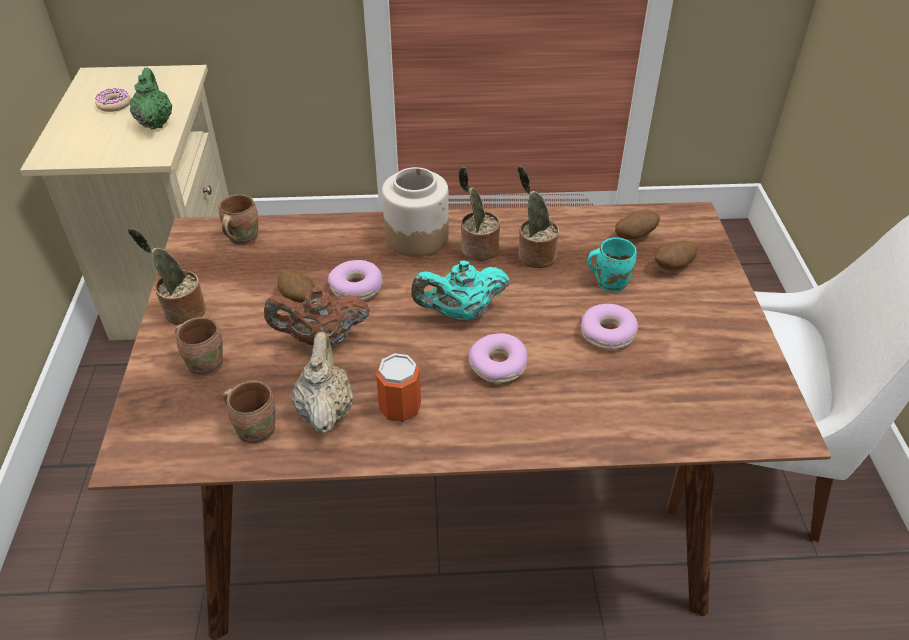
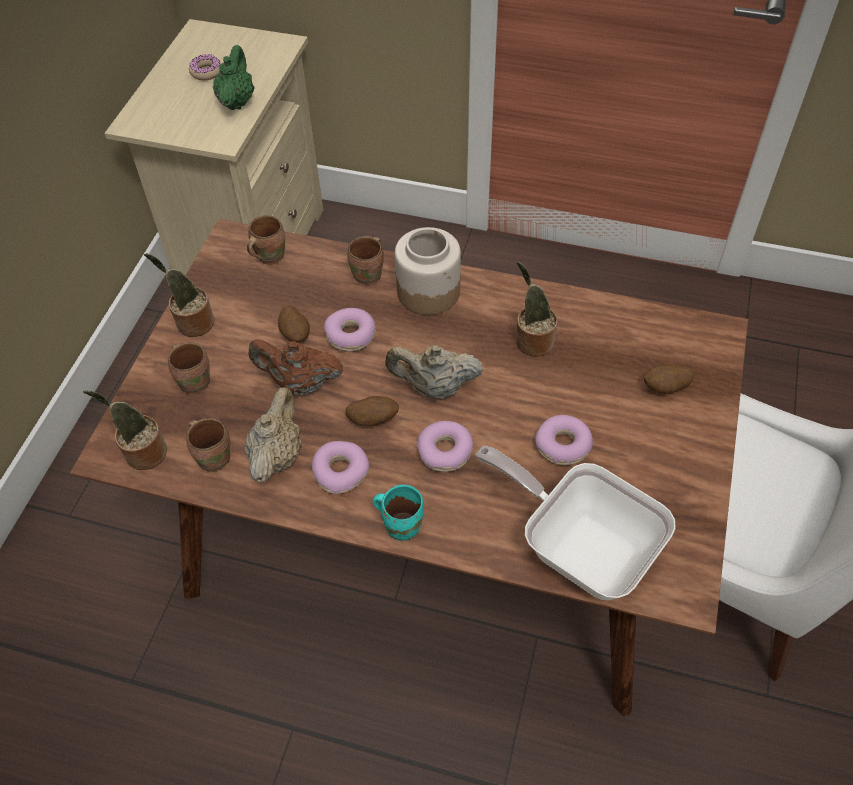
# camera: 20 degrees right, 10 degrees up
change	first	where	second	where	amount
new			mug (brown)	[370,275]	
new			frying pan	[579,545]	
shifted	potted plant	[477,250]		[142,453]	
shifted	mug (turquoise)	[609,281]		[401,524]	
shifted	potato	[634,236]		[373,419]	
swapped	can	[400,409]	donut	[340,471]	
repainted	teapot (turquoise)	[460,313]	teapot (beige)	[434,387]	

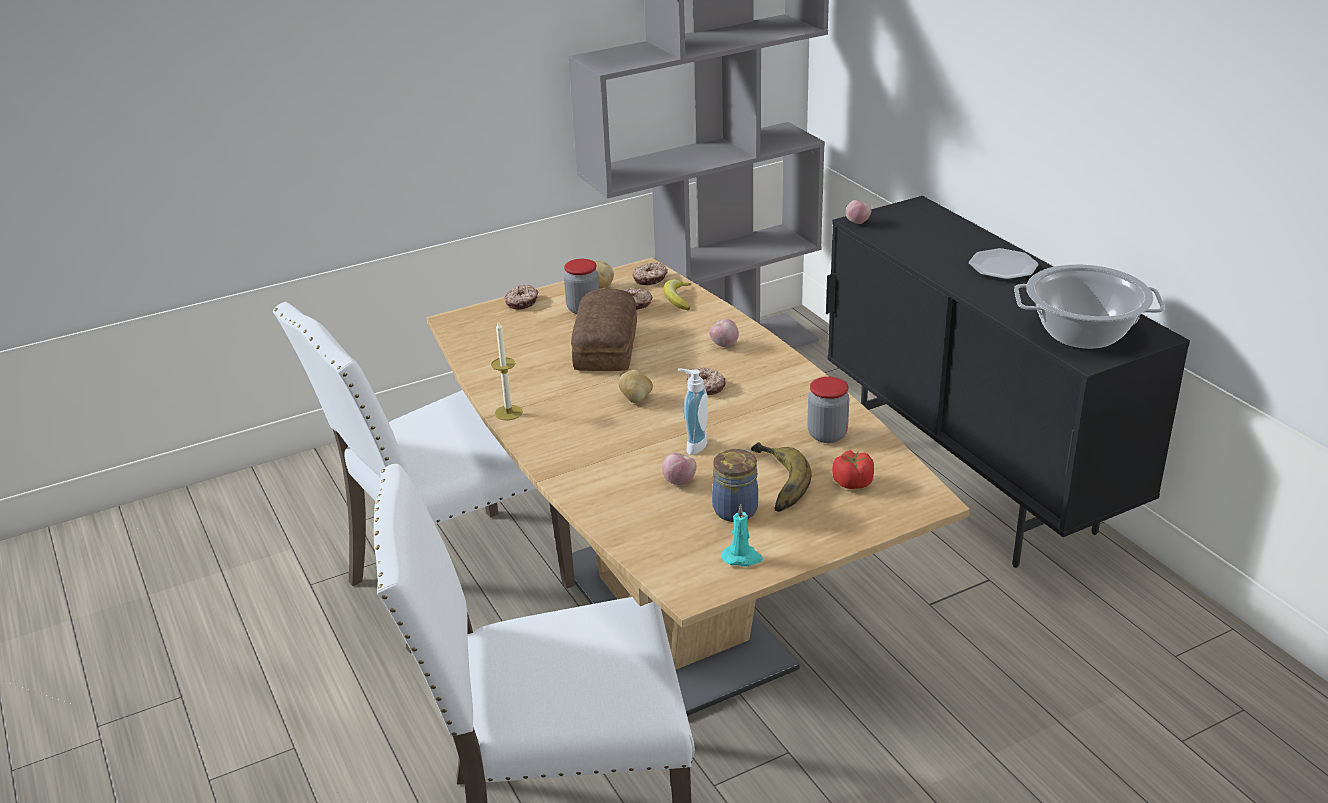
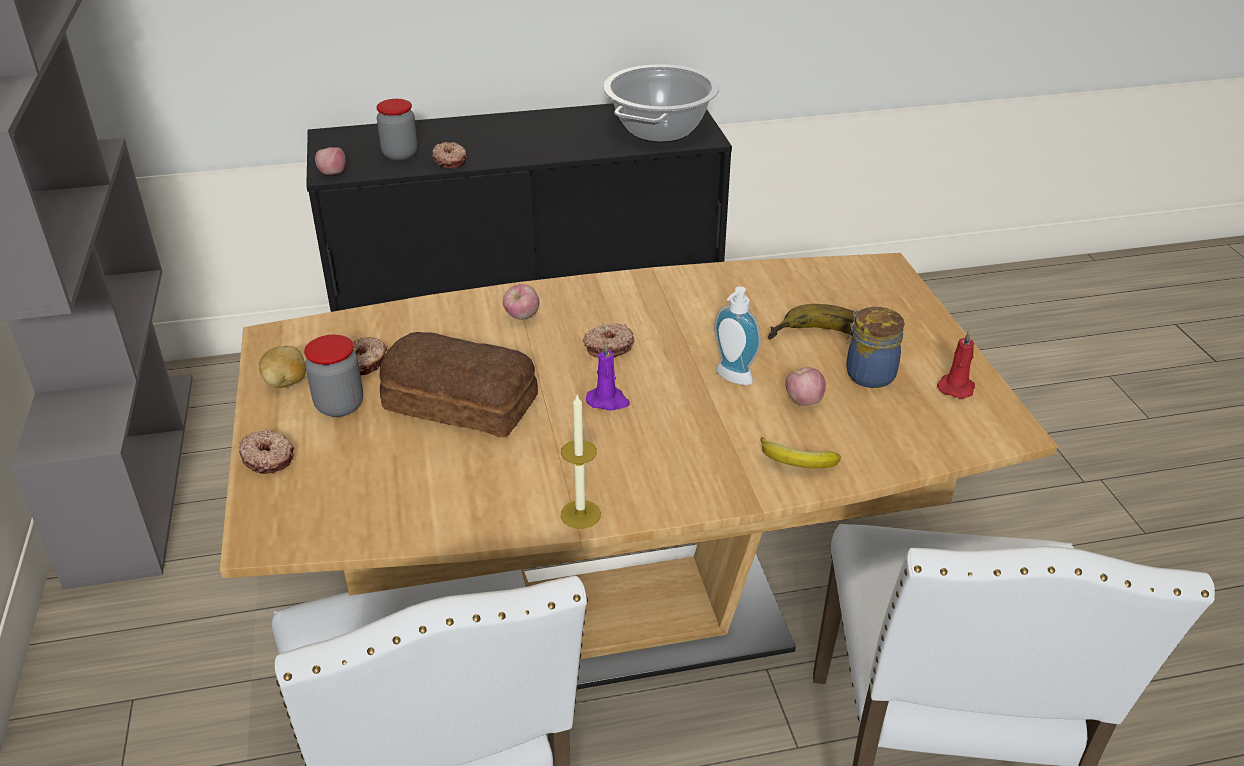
# camera: 75 degrees left, 5 degrees up
change	first	where	second	where	amount
gone	tomato	[852,483]			
gone	plate	[1002,267]			
shifted	donut	[650,279]		[450,161]	
shifted	banana	[677,298]		[797,462]	
shifted	jar	[827,435]		[400,154]	
swapped	potato	[636,399]	candle (purple)	[608,401]	
repainted	candle (turquoise)	[742,557]	candle (red)	[956,387]	

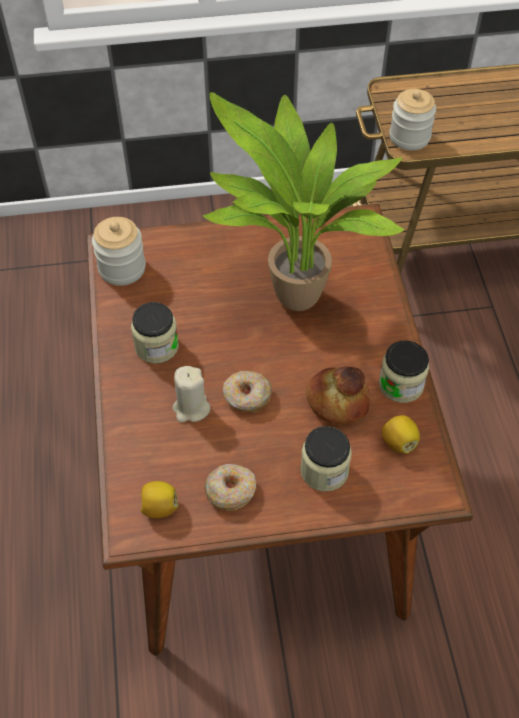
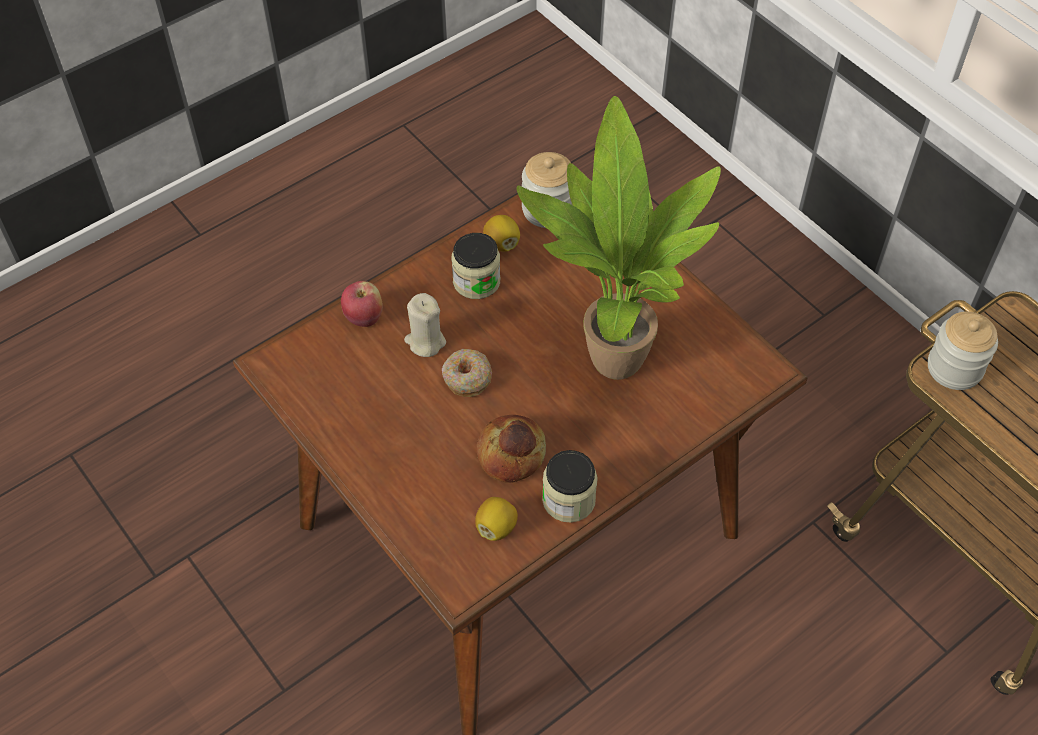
# camera: 60 degrees right, 0 degrees up
change	first	where	second	where	amount
gone	donut	[230,491]			
gone	jar	[324,470]			
new			apple	[364,317]	
shifted	lemon	[159,507]		[502,243]	

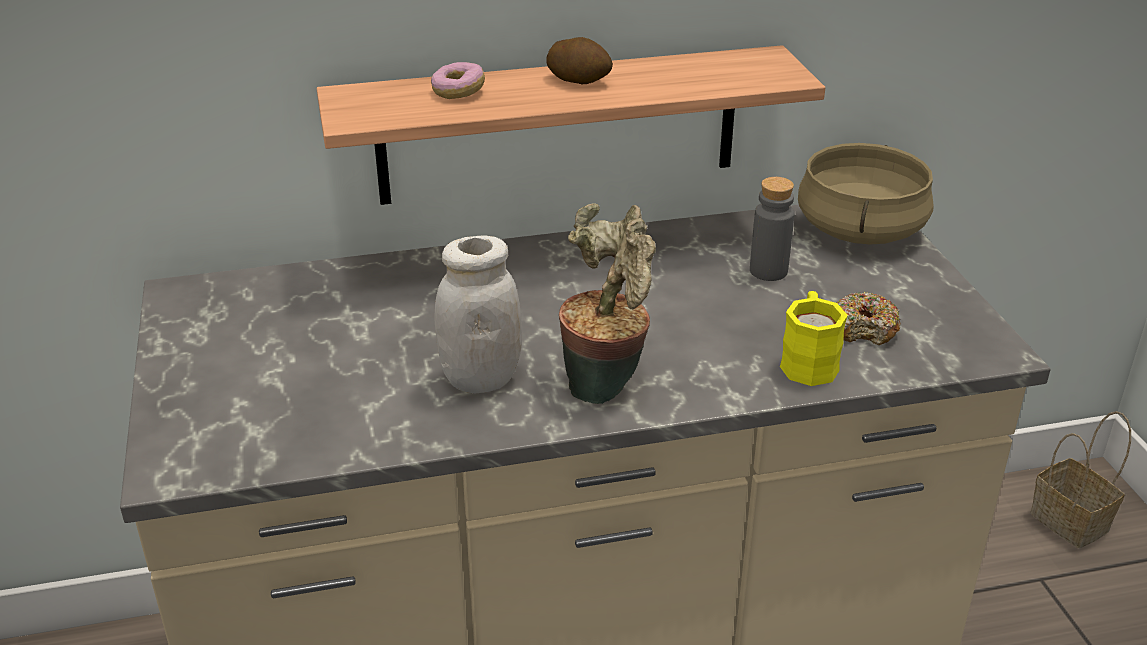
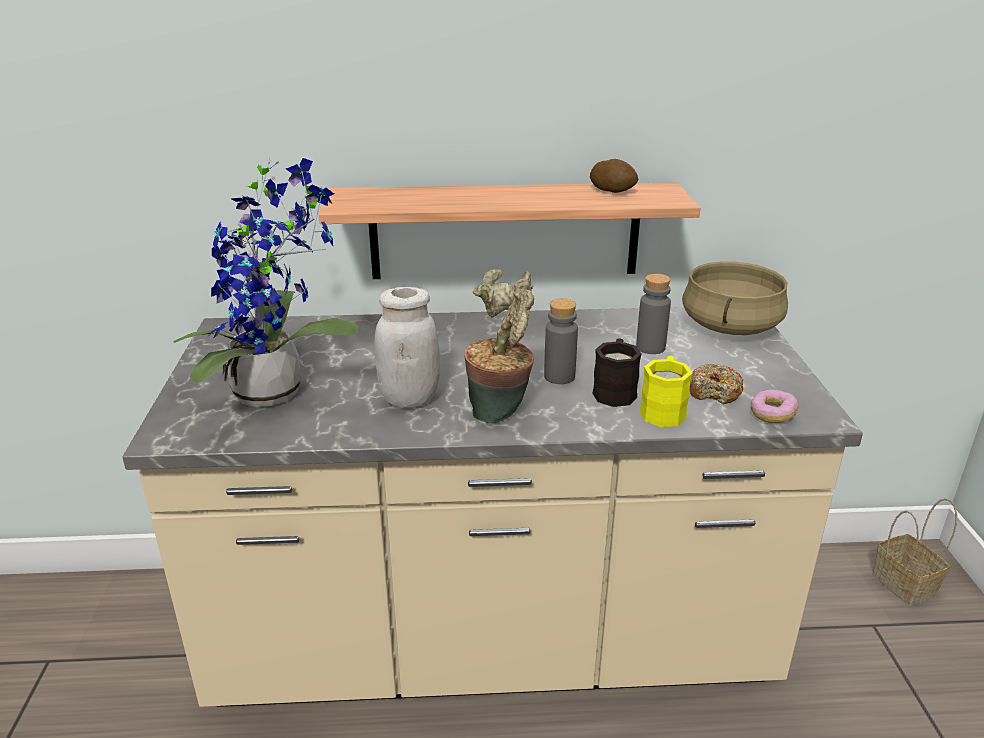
# camera: 10 degrees right, 5 degrees down
change	first	where	second	where	amount
new			potted plant	[278,392]	
new			bottle (grey)	[559,376]	
new			mug (black)	[615,390]	
shifted	donut	[458,92]		[772,415]	
shifted	potato	[579,80]		[613,191]	

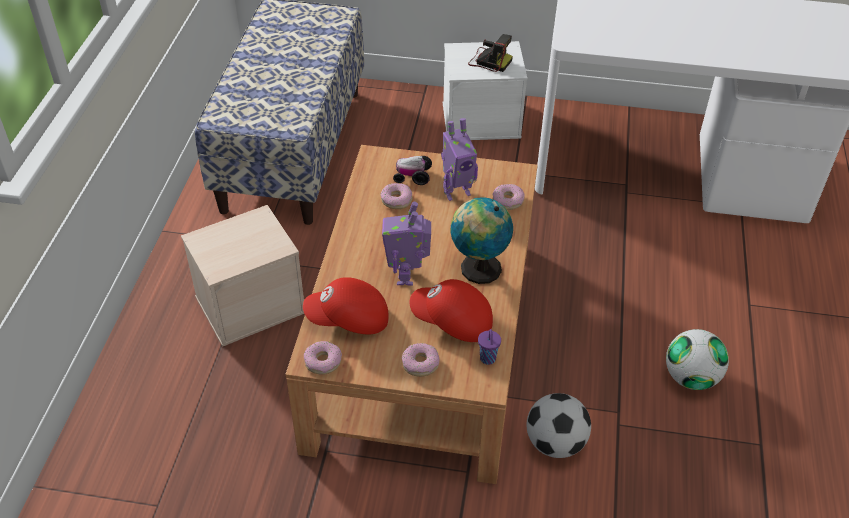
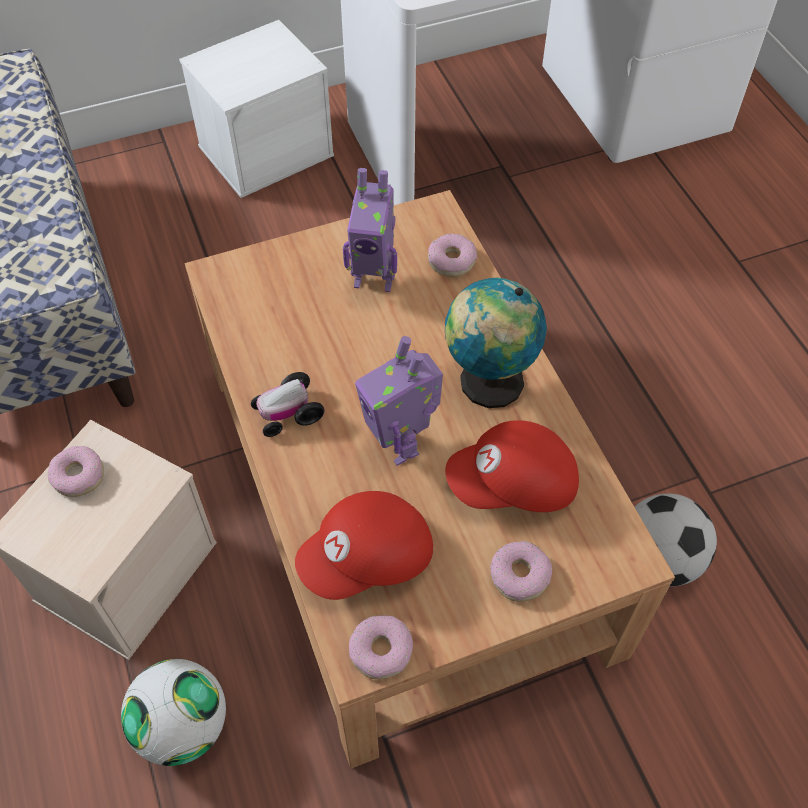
# camera: 30 degrees left, 10 degrees up
change	first	where	second	where	amount
gone	photo camera	[489,61]			
gone	cup (purple)	[488,359]			
shifted	donut	[396,200]		[78,476]	
shifted	toy car	[412,176]		[288,413]	
shifted	football	[690,377]		[183,726]	
rotated	toy robot	[456,192]		[374,279]	60 degrees clockwise

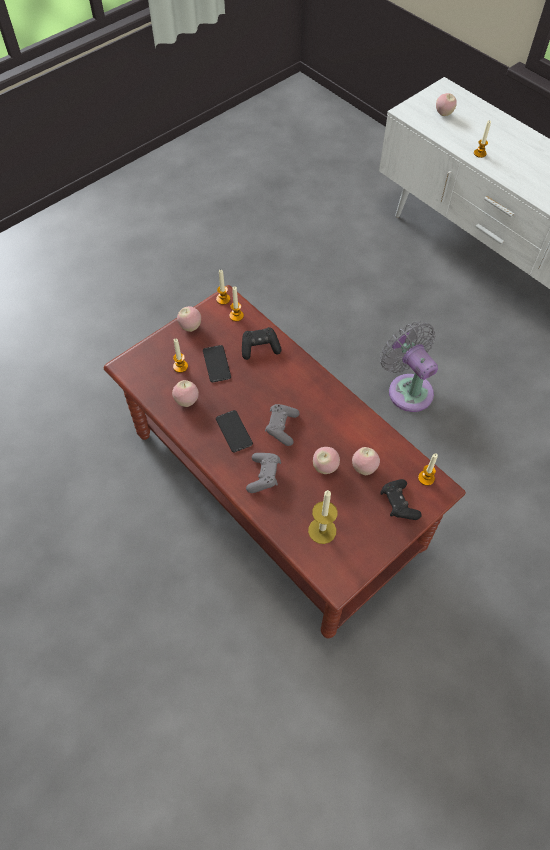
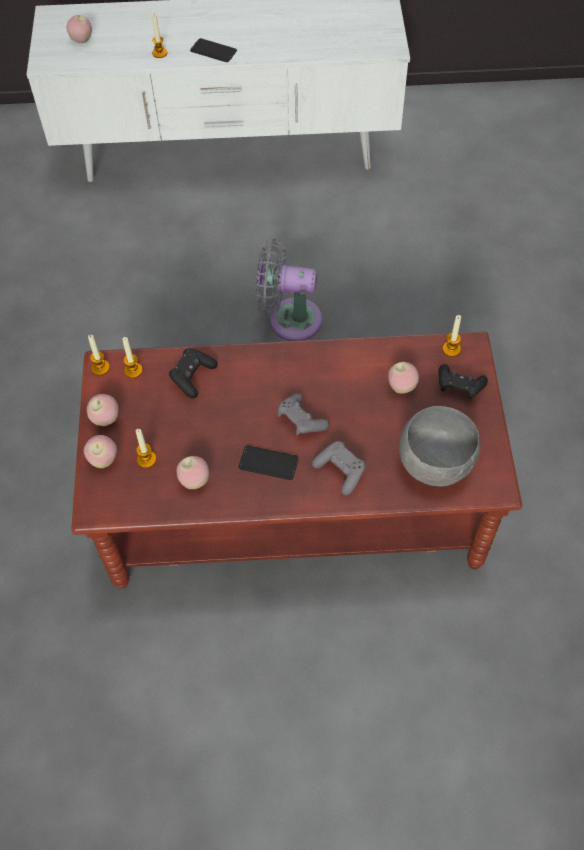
# camera: 50 degrees left, 0 degrees up
change	first	where	second	where	amount
shifted	phone	[216,364]		[213,51]	
shifted	apple	[325,467]		[103,460]	
swapped	candle	[322,530]	bowl (grey)	[436,463]	

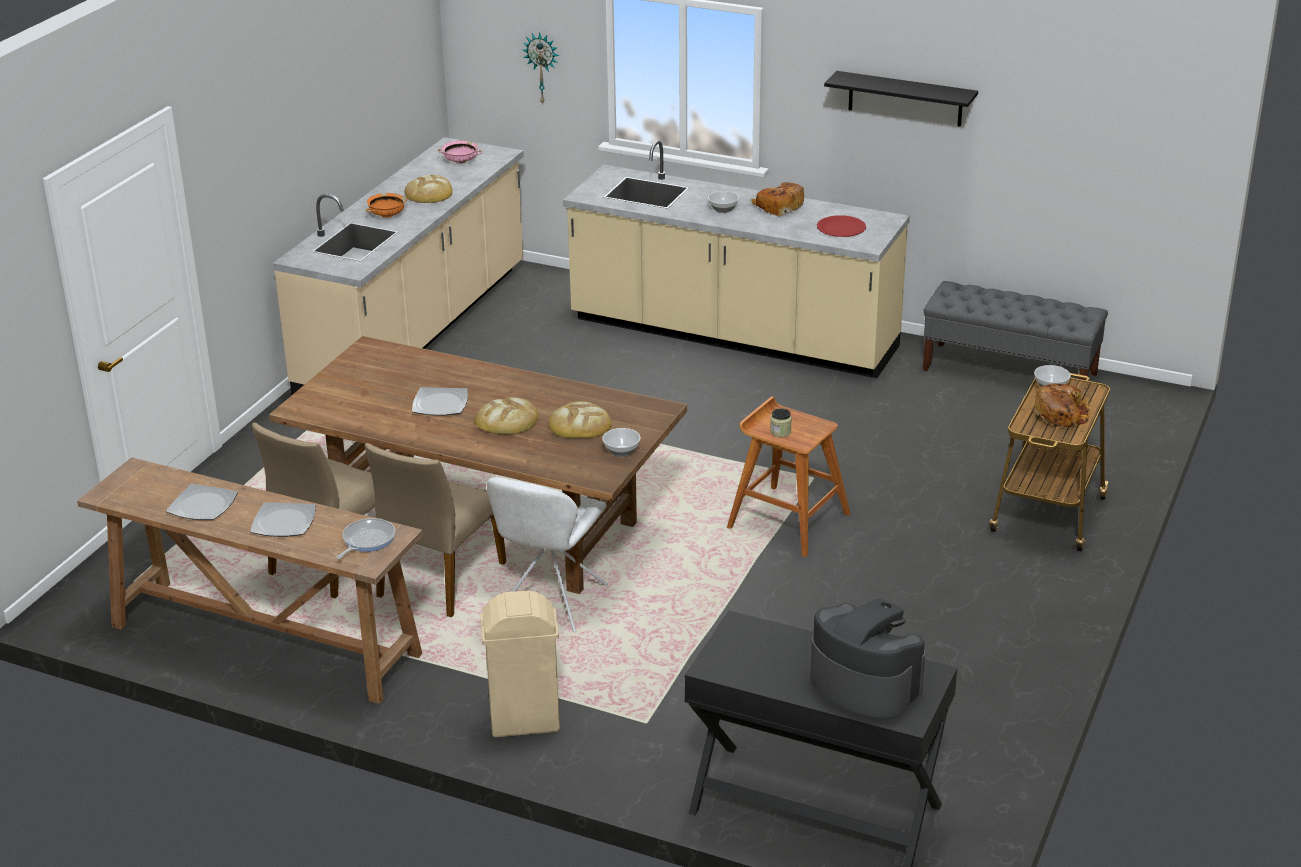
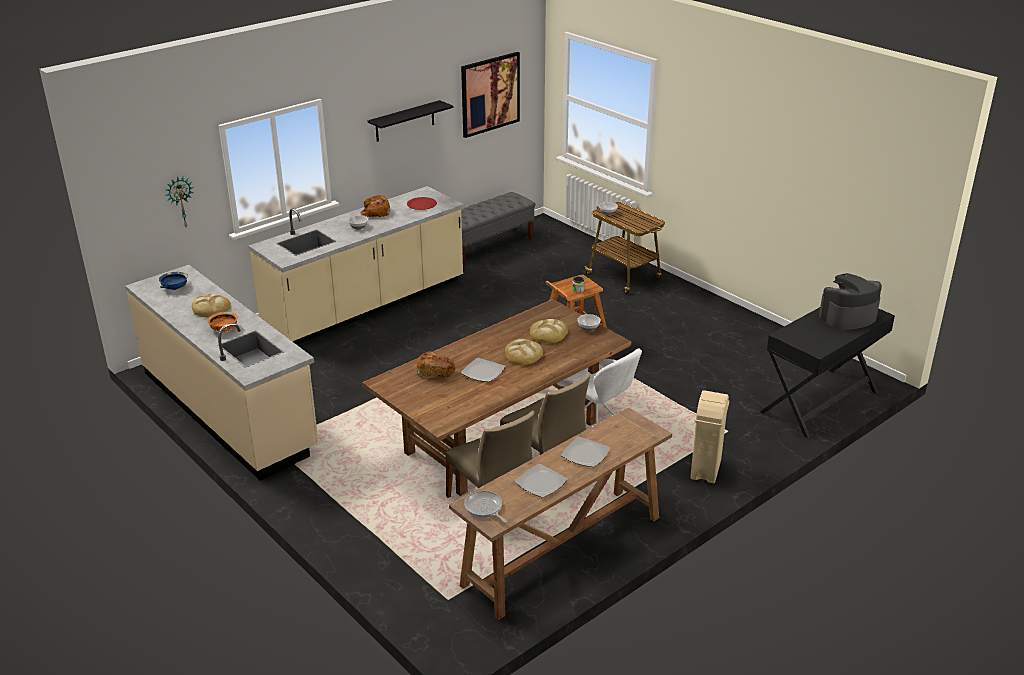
# camera: 65 degrees left, 0 degrees up
change	first	where	second	where	amount
new			picture	[490,94]	
shifted	frying pan	[366,540]		[484,508]	
shifted	bread	[1061,414]		[435,370]	
repainted	bowl (pink)	[461,161]	bowl (blue)	[175,287]	

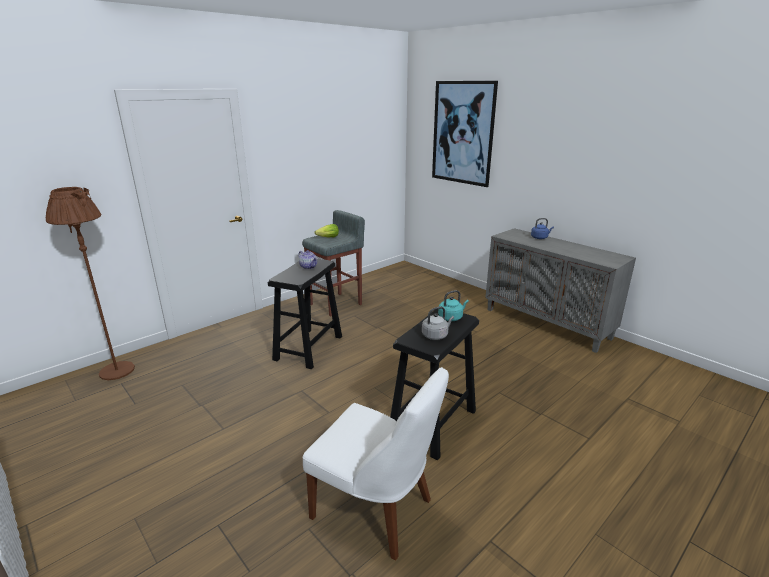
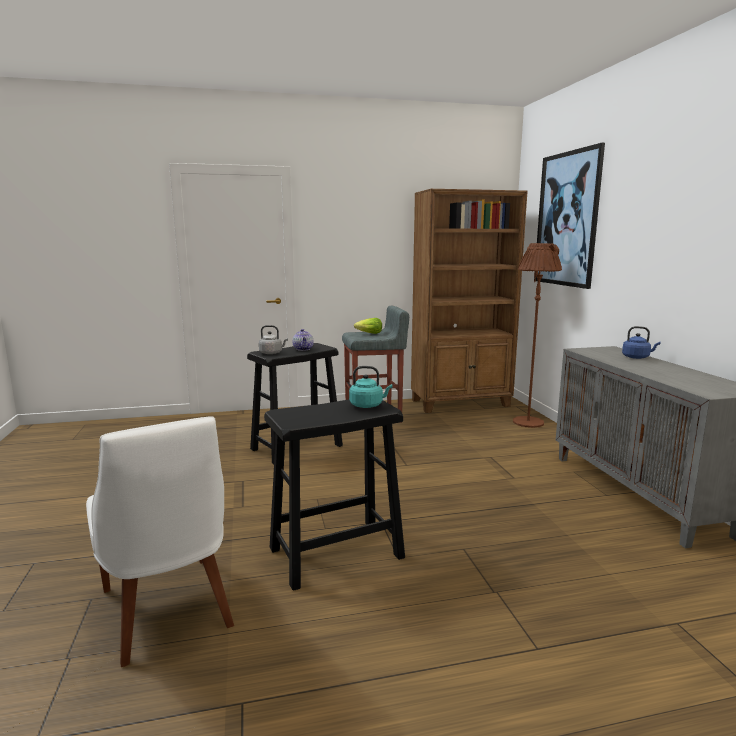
# camera: 30 degrees right, 10 degrees down
change	first	where	second	where	amount
new			bookcase (brown)	[461,403]	
shifted	floor lamp (brown)	[117,371]		[528,422]	
shifted	kettle (grey)	[436,335]		[272,353]	

